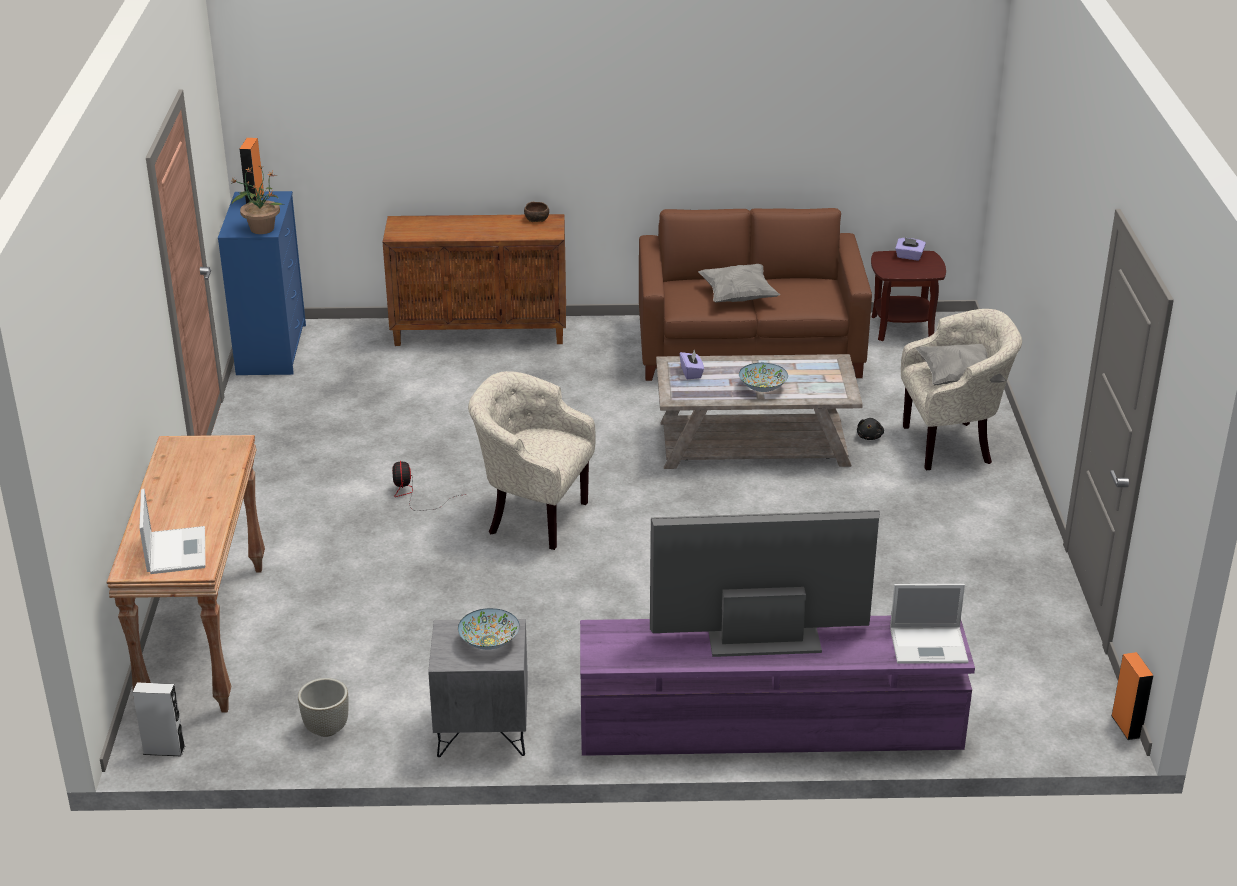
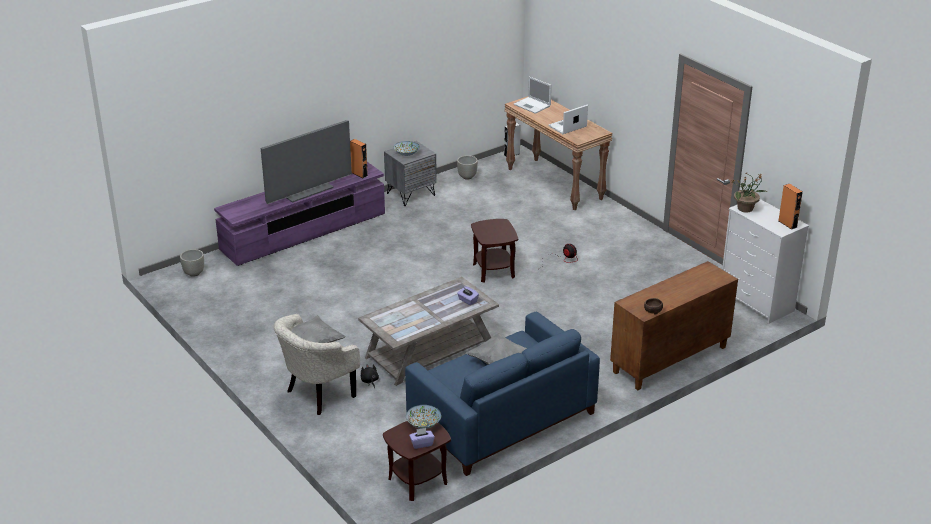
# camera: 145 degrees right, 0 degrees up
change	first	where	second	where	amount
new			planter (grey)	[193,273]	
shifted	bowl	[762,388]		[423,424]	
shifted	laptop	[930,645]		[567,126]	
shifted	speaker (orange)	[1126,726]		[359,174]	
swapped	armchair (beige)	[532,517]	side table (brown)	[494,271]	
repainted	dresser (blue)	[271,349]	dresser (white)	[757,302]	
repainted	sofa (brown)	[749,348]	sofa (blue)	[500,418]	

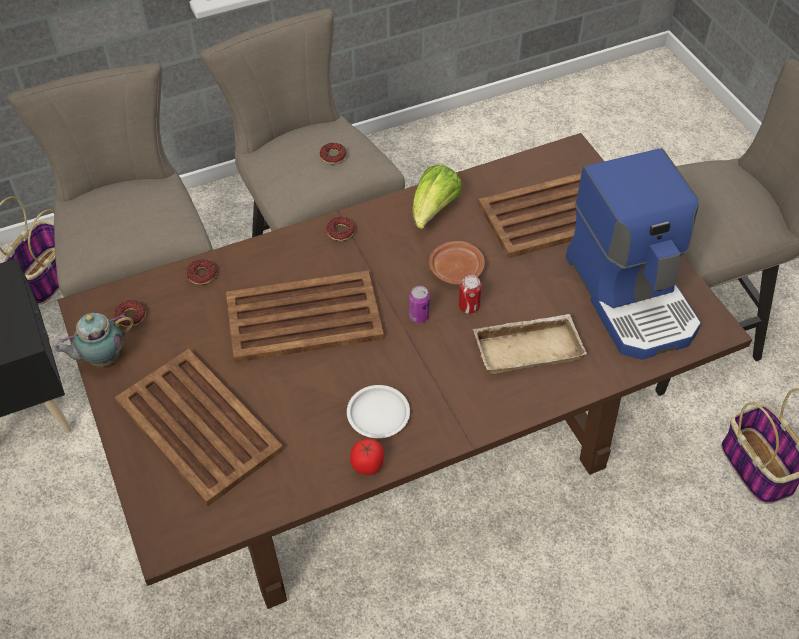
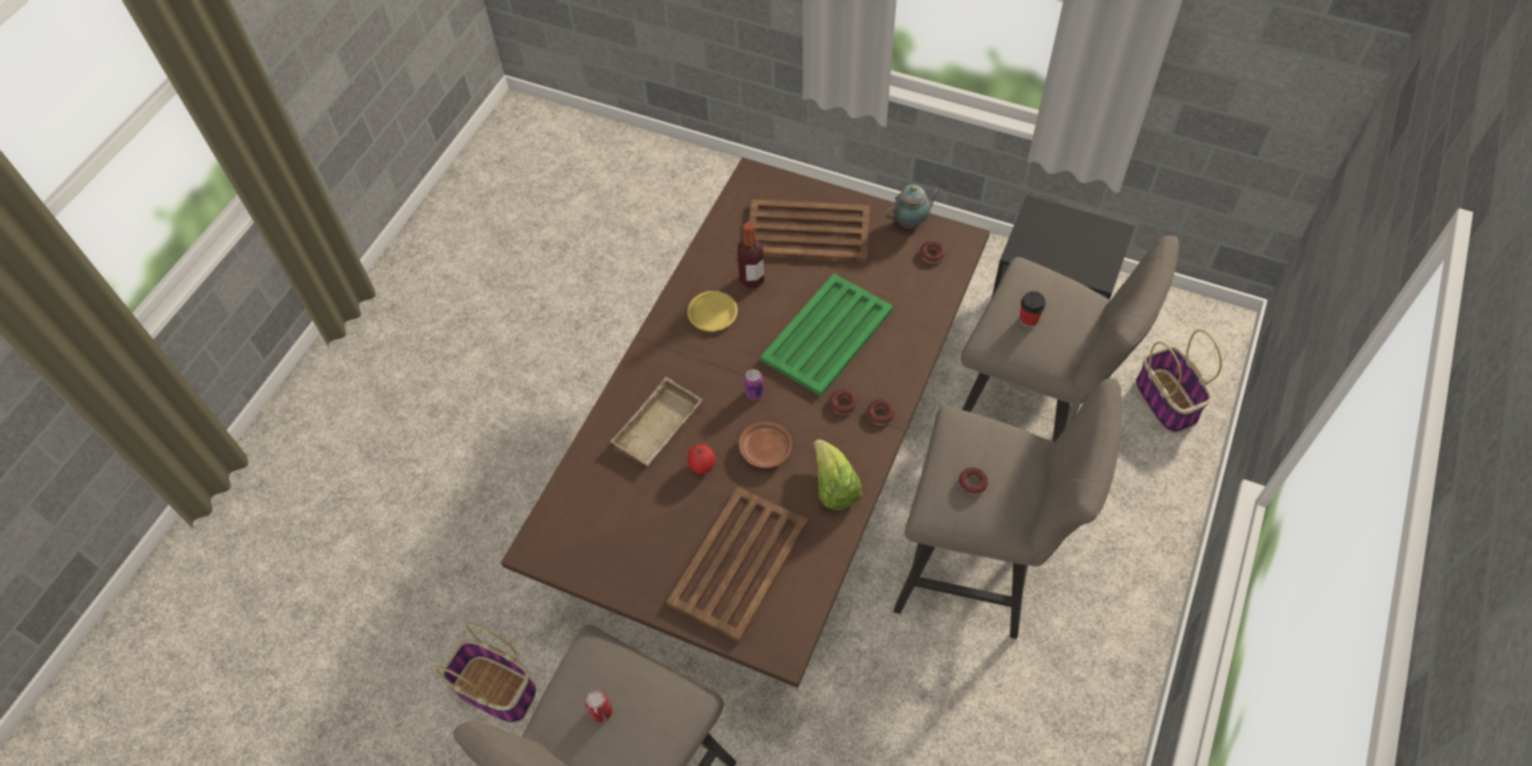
# camera: 140 degrees right, 5 degrees up
change	first	where	second	where	amount
gone	coffee machine	[632,296]			
new			bottle	[752,280]	
new			cup	[1028,320]	
shifted	donut	[202,275]		[843,404]	
shifted	tomato	[367,465]		[702,466]	
shifted	can	[469,306]		[601,712]	
repainted	tray (brown)	[305,317]	tray (green)	[826,335]	
repainted	plate (white)	[378,414]	plate (yellow)	[712,314]	
rotated	teapot	[102,358]		[911,222]	45 degrees clockwise

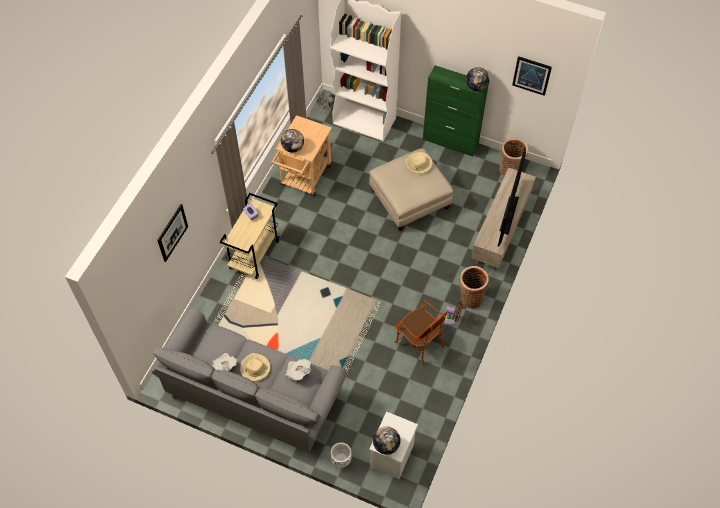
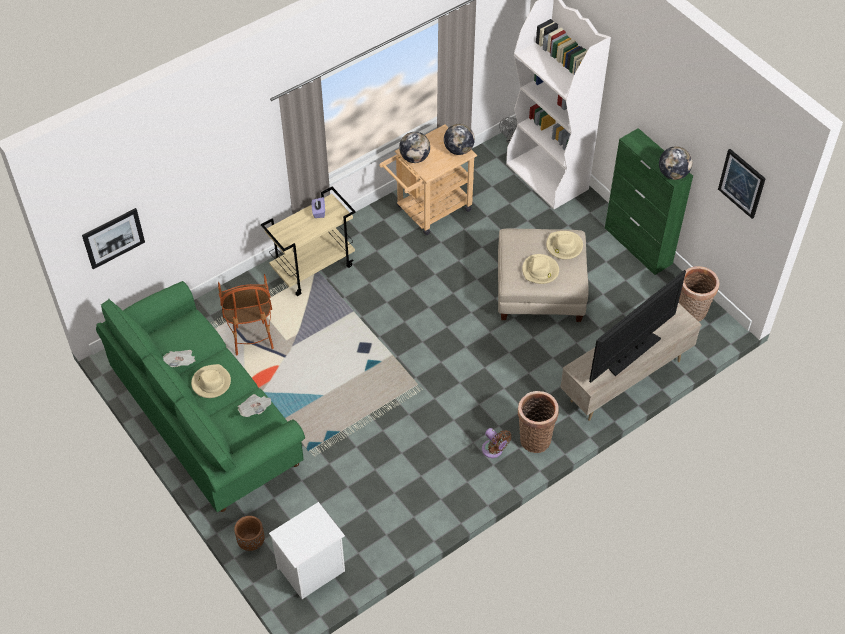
# camera: 30 degrees right, 5 degrees down
change	first	where	second	where	amount
new			hat (beige)	[540,271]	
shifted	picture	[172,232]		[113,238]	
shifted	globe	[386,445]		[458,150]	
shifted	armchair	[419,343]		[250,331]	
repainted	sofa (grey)	[254,393]	sofa (green)	[207,418]	
repainted	planter (white)	[341,459]	planter (brown)	[251,541]	

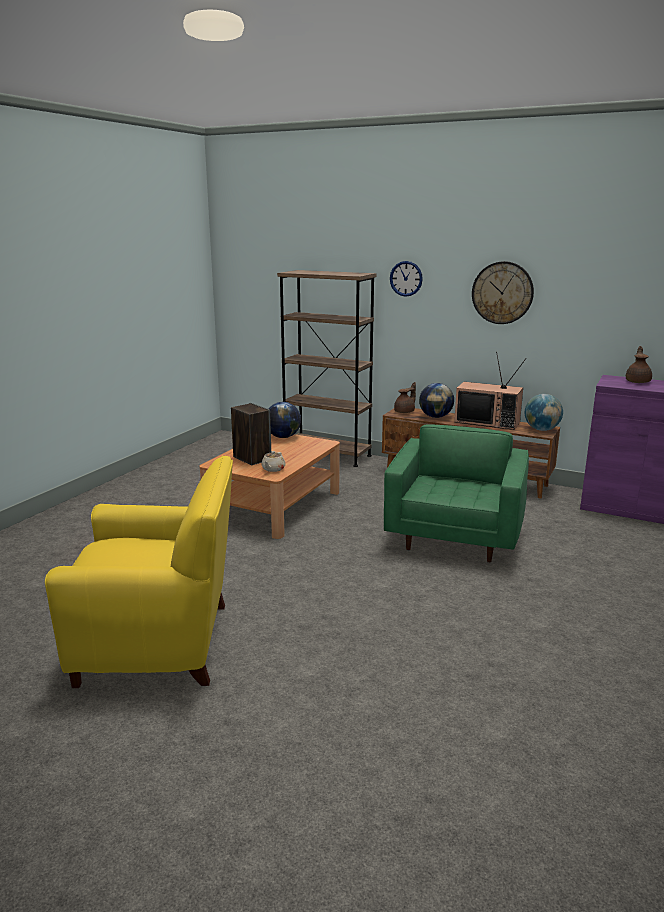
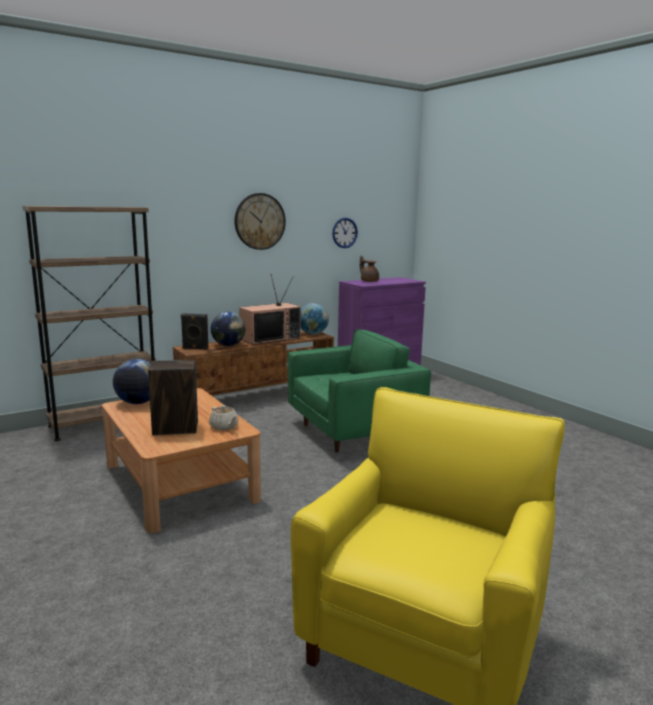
# camera: 60 degrees left, 5 degrees down
change	first	where	second	where	amount
shifted	wall clock	[406,278]		[344,232]	
swapped	teapot (brown)	[405,412]	speaker (black)	[195,348]	
rotated	armchair (green)	[455,537]		[354,432]	105 degrees clockwise

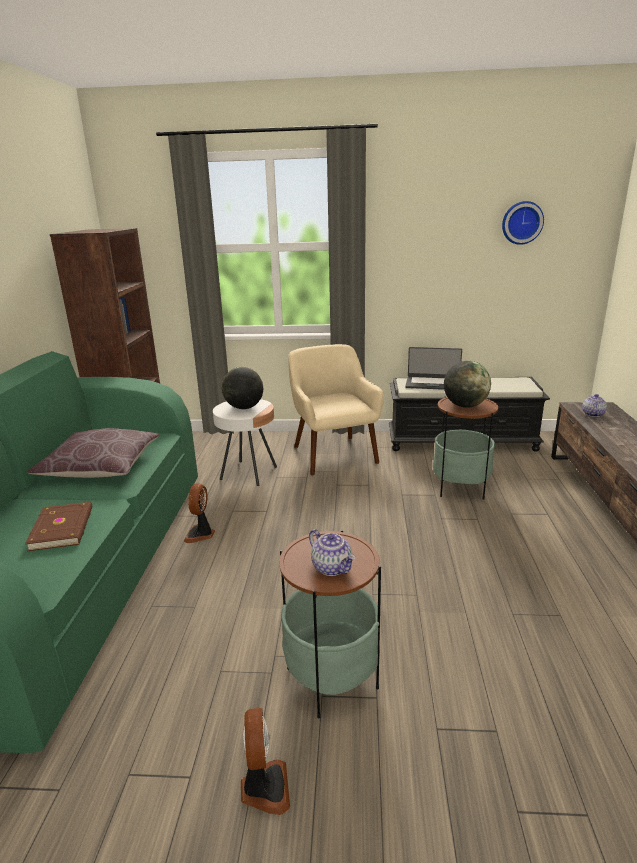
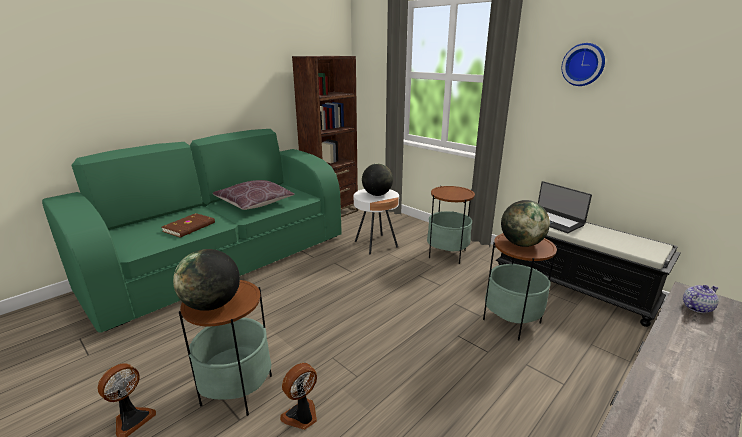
# camera: 40 degrees right, 0 degrees up
change	first	where	second	where	amount
shifted	fan	[200,534]		[302,416]	
shifted	wall clock	[521,223]		[583,64]	
swapped	armchair (beige)	[333,454]	side table	[447,254]	
swapped	teapot	[332,567]	globe	[212,305]	

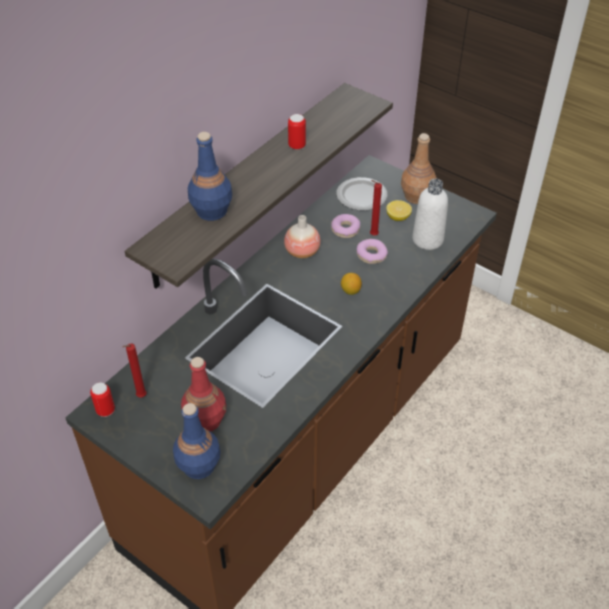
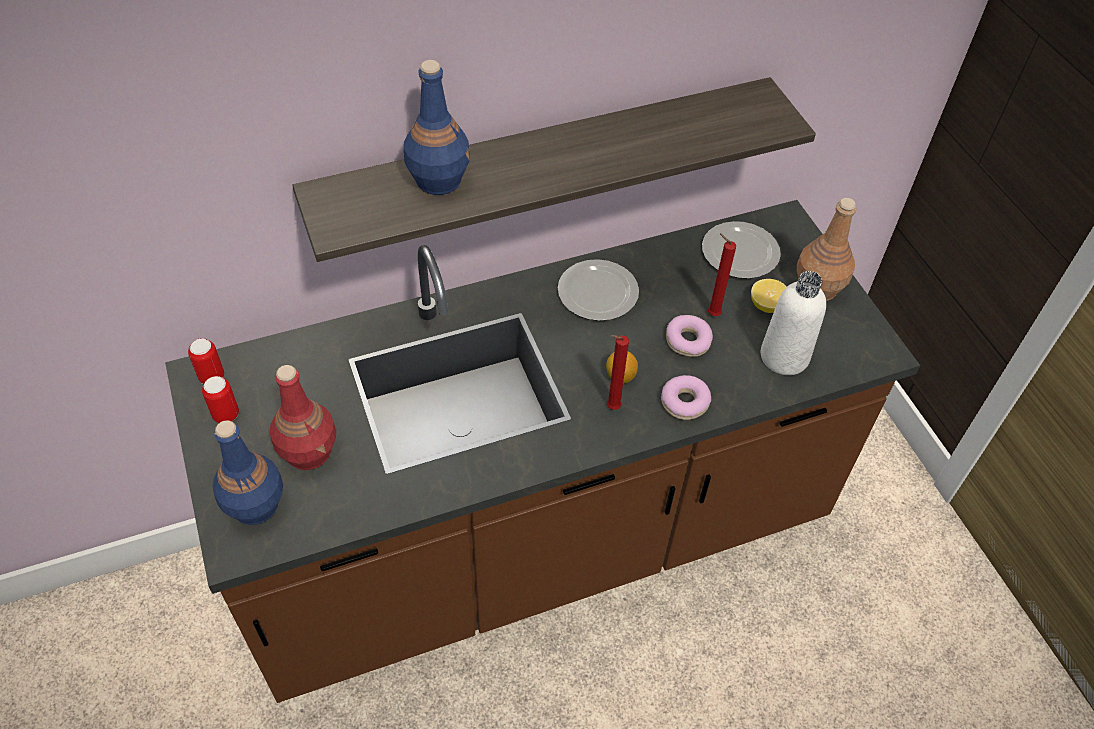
# camera: 30 degrees right, 5 degrees up
change	first	where	second	where	amount
shifted	candle (red)	[140,397]		[611,408]	
shifted	can	[297,146]		[226,415]	
shifted	donut	[345,229]		[685,402]	
swapped	vase	[302,252]	plate	[599,293]	

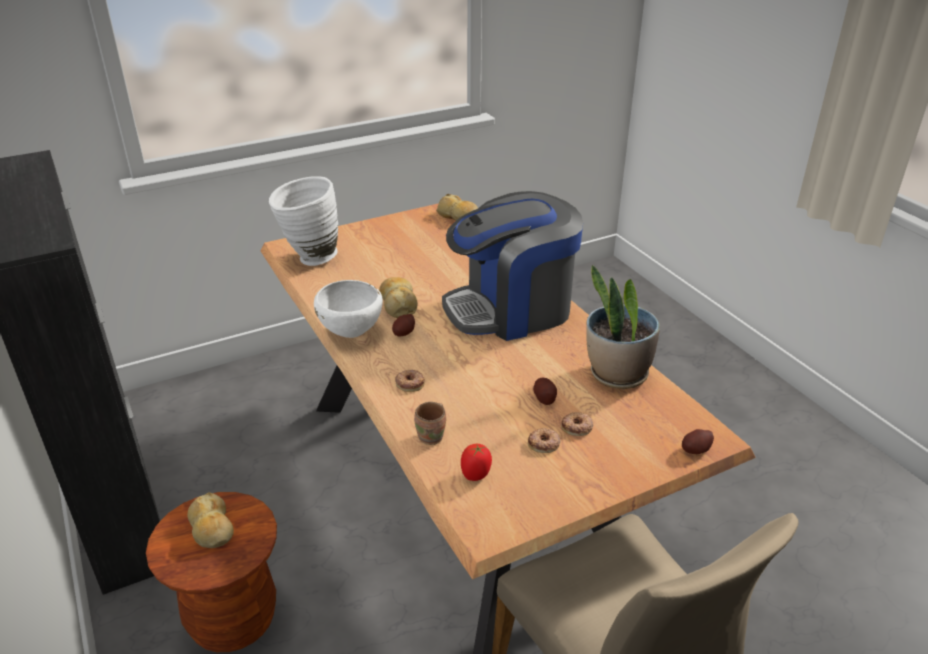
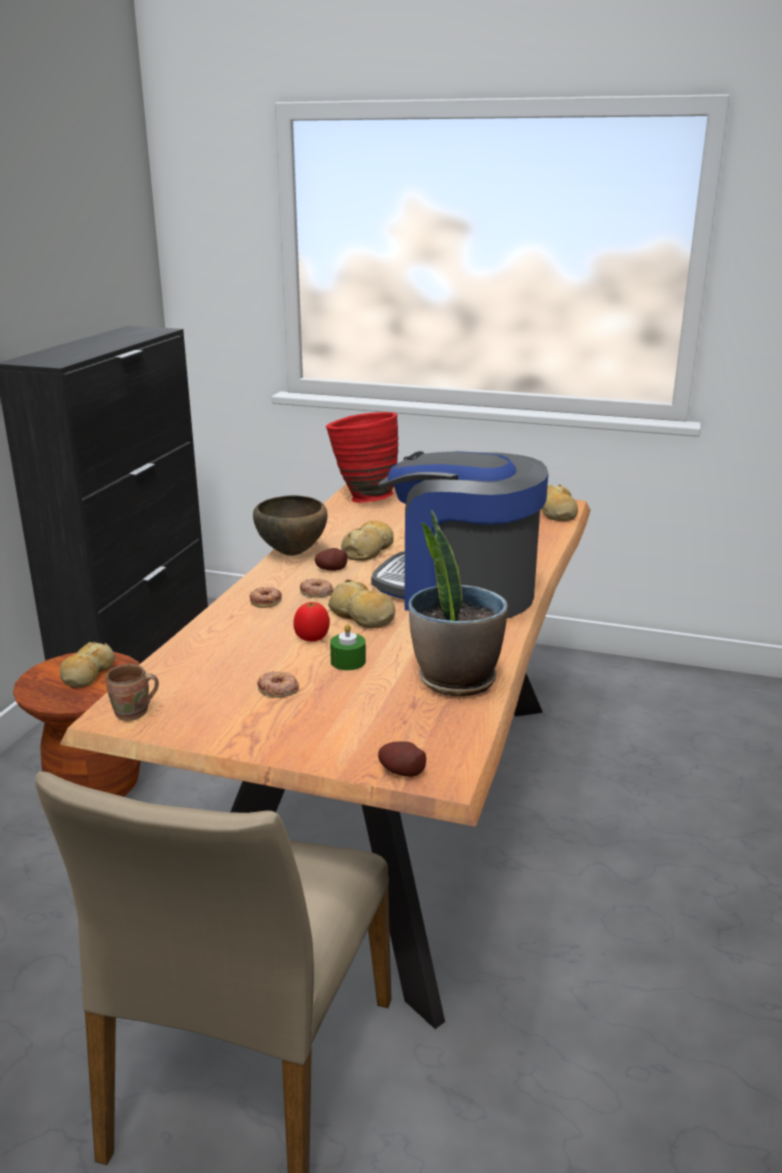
# camera: 45 degrees right, 10 degrees down
change	first	where	second	where	amount
new			bread	[362,616]	
shifted	mug (brown)	[433,437]		[134,713]	
shifted	tomato	[476,475]		[312,638]	
shifted	donut	[577,427]		[316,592]	
swapped	potato	[544,398]	candle (green)	[348,661]	
repainted	vase (white)	[309,259]	vase (red)	[362,498]	
repainted	bowl (white)	[352,333]	bowl (brown)	[293,553]	

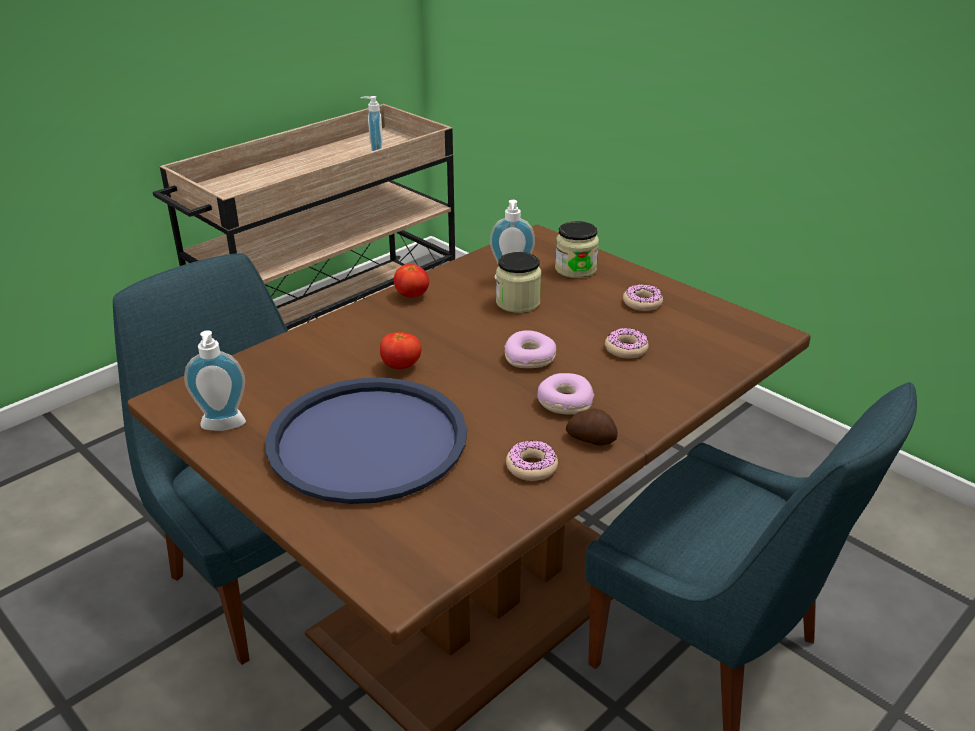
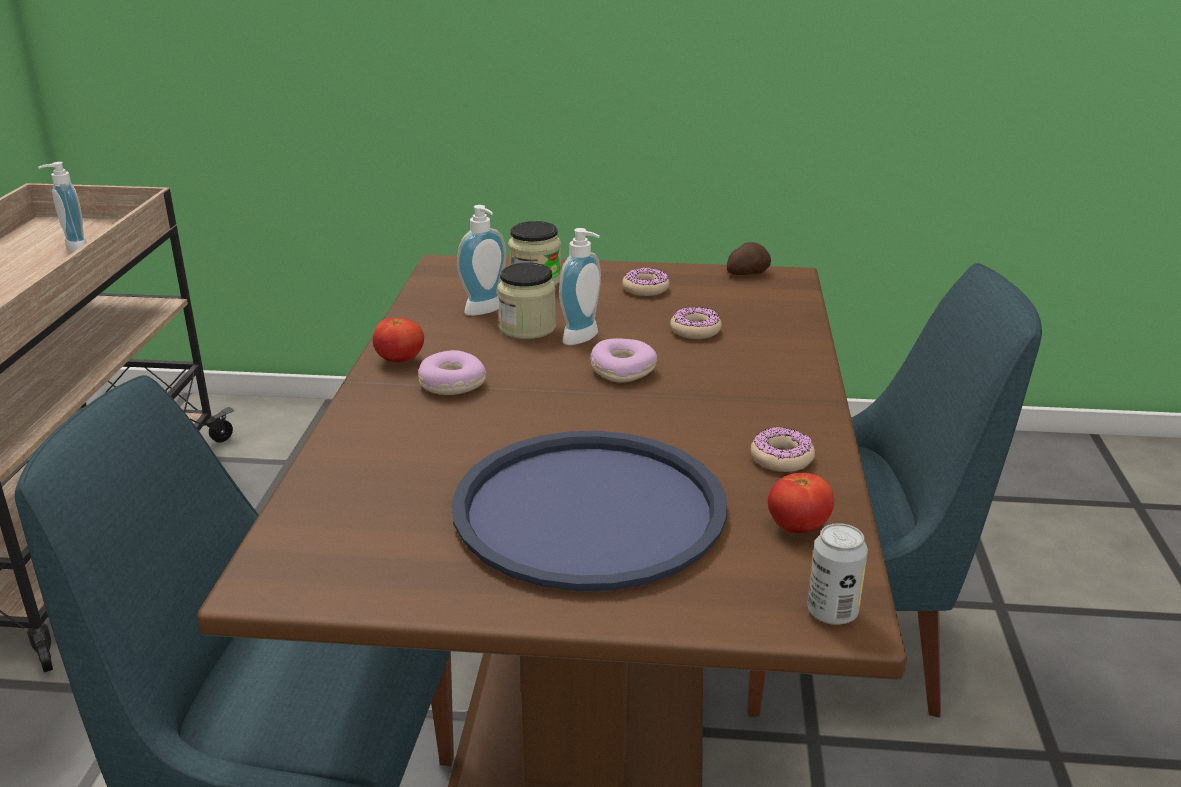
# camera: 40 degrees left, 5 degrees down
change	first	where	second	where	amount
new			can	[832,612]	
shifted	soap dispenser	[223,427]		[584,339]	
shifted	tomato	[401,366]		[797,527]	
shifted	donut	[564,402]		[451,384]	
shifted	potato	[591,438]		[747,272]	

